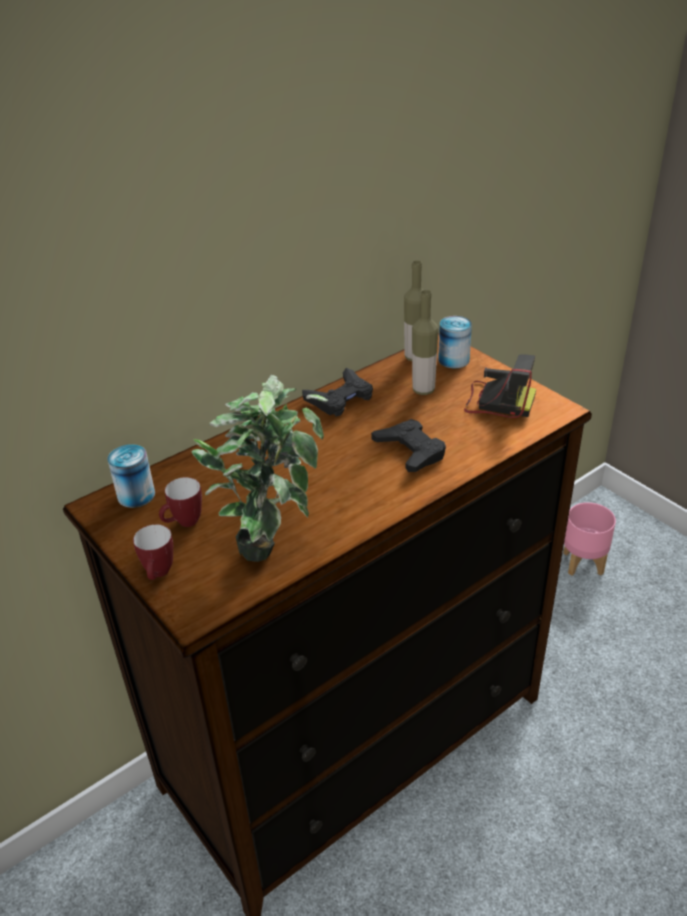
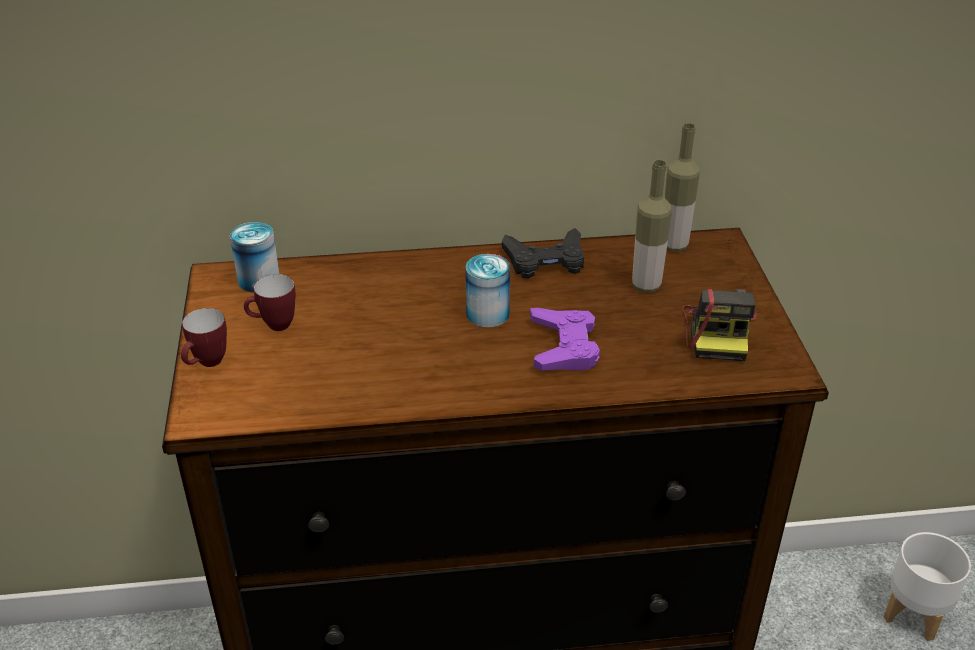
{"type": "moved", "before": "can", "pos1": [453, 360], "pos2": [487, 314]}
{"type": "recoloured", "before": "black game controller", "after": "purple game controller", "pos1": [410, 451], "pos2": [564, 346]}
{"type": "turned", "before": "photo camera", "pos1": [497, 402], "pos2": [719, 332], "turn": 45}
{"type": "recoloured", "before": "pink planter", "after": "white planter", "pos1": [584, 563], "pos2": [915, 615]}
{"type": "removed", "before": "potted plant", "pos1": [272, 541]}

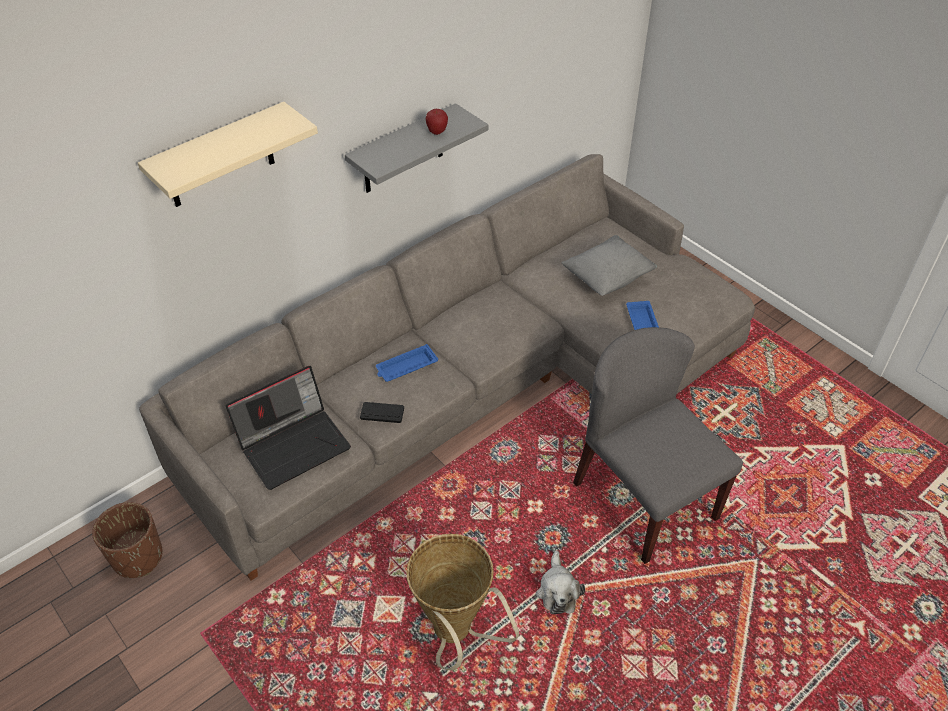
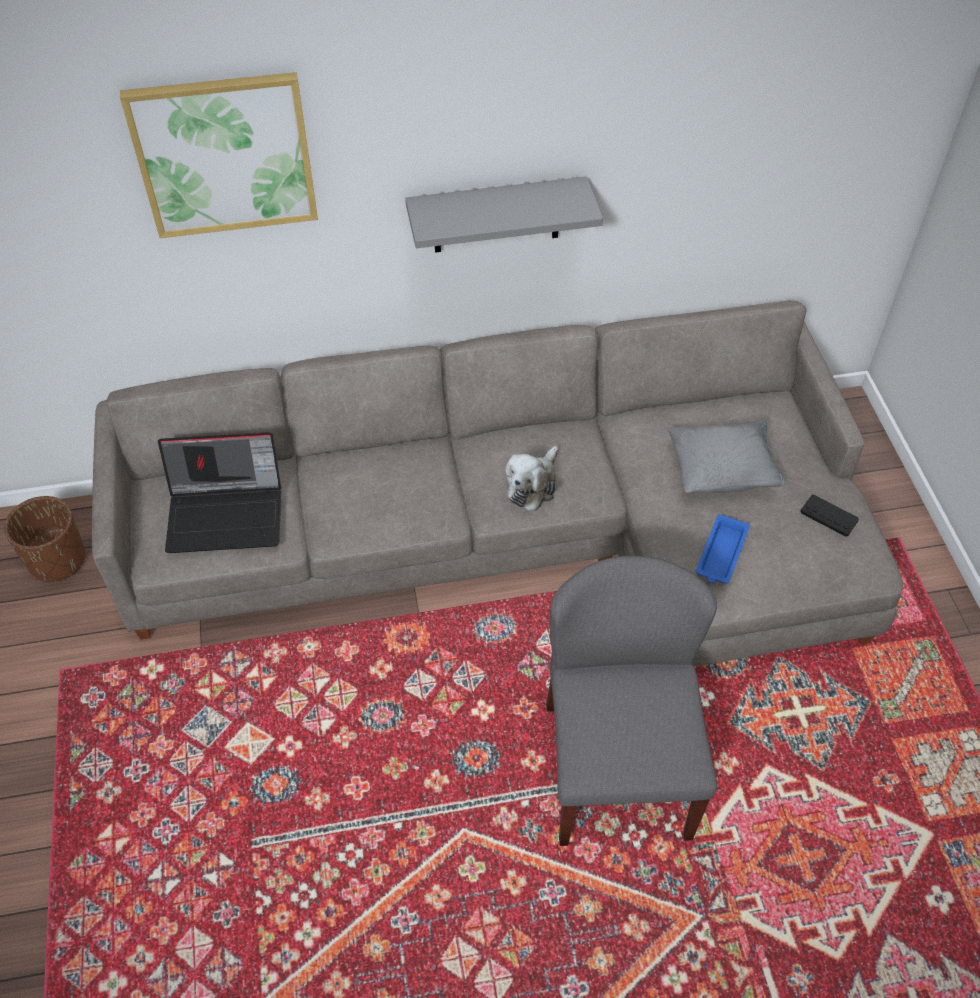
{"type": "replaced", "before": "beige shelf", "after": "picture", "pos1": [219, 157], "pos2": [224, 155]}
{"type": "moved", "before": "plush toy", "pos1": [557, 591], "pos2": [533, 485]}
{"type": "moved", "before": "black game controller", "pos1": [382, 413], "pos2": [829, 516]}
{"type": "removed", "before": "blue tray", "pos1": [406, 367]}
{"type": "removed", "before": "basket", "pos1": [456, 636]}
{"type": "removed", "before": "apple", "pos1": [437, 132]}

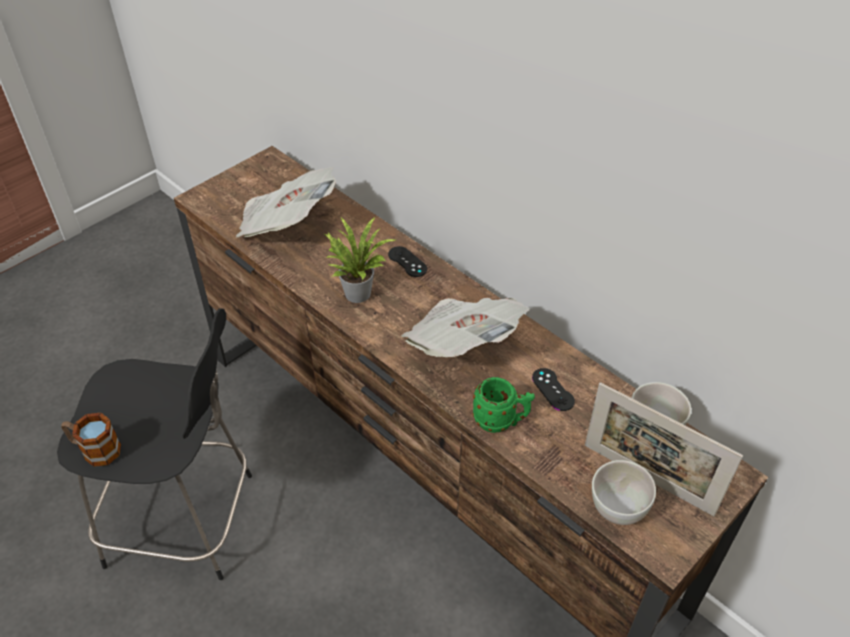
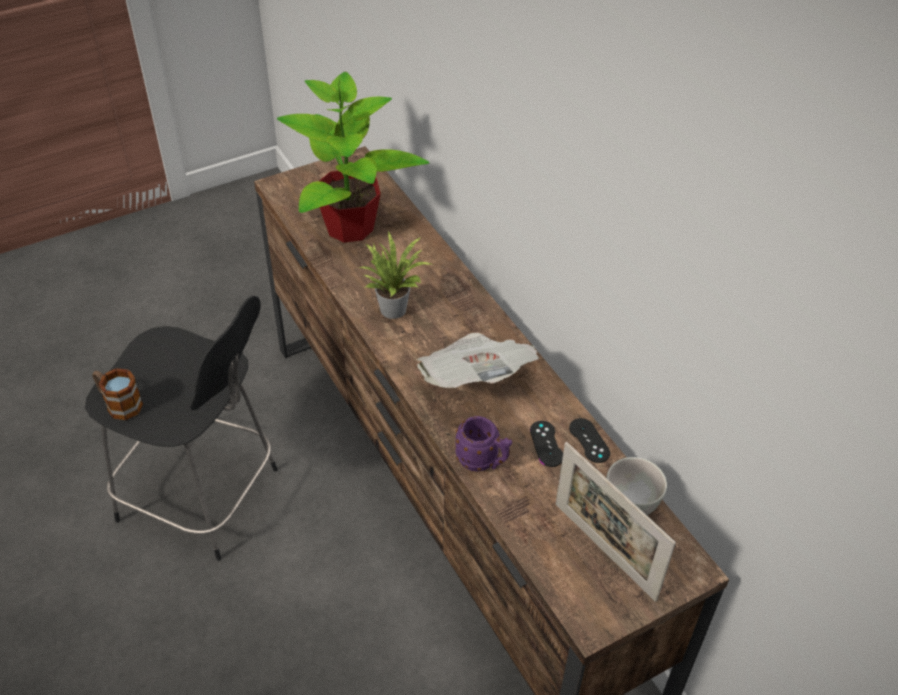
{"type": "replaced", "before": "newspaper", "after": "potted plant", "pos1": [287, 224], "pos2": [350, 228]}
{"type": "recoloured", "before": "green mug", "after": "purple mug", "pos1": [501, 421], "pos2": [483, 462]}
{"type": "moved", "before": "black game controller", "pos1": [407, 262], "pos2": [589, 440]}
{"type": "removed", "before": "white bowl", "pos1": [616, 510]}

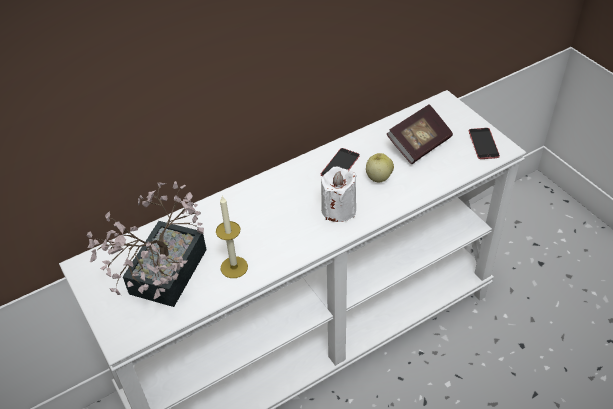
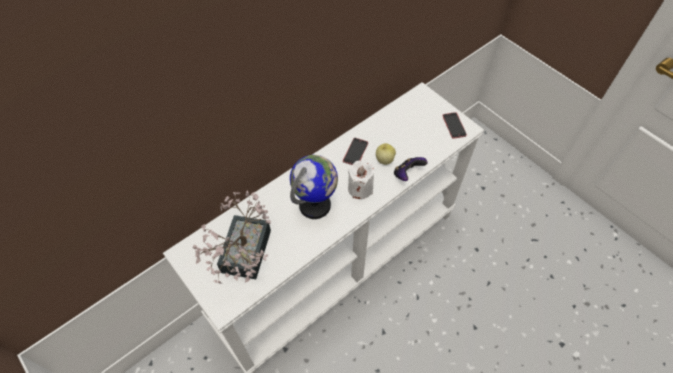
{"type": "added", "after": "globe", "pos2": [315, 205]}
{"type": "added", "after": "game controller", "pos2": [407, 174]}
{"type": "removed", "before": "candle", "pos1": [234, 267]}
{"type": "removed", "before": "book", "pos1": [419, 144]}

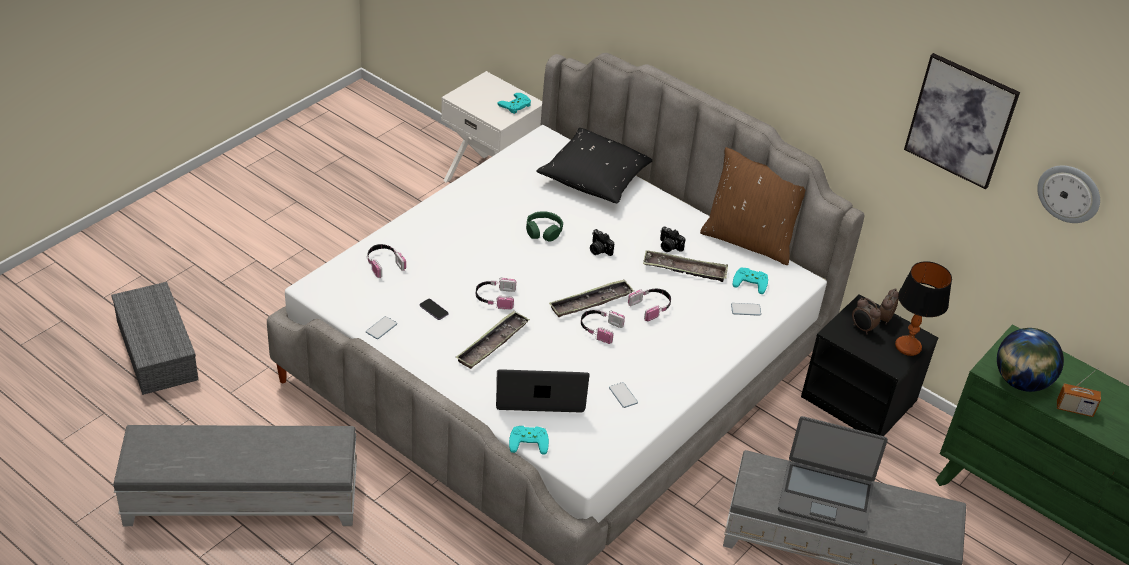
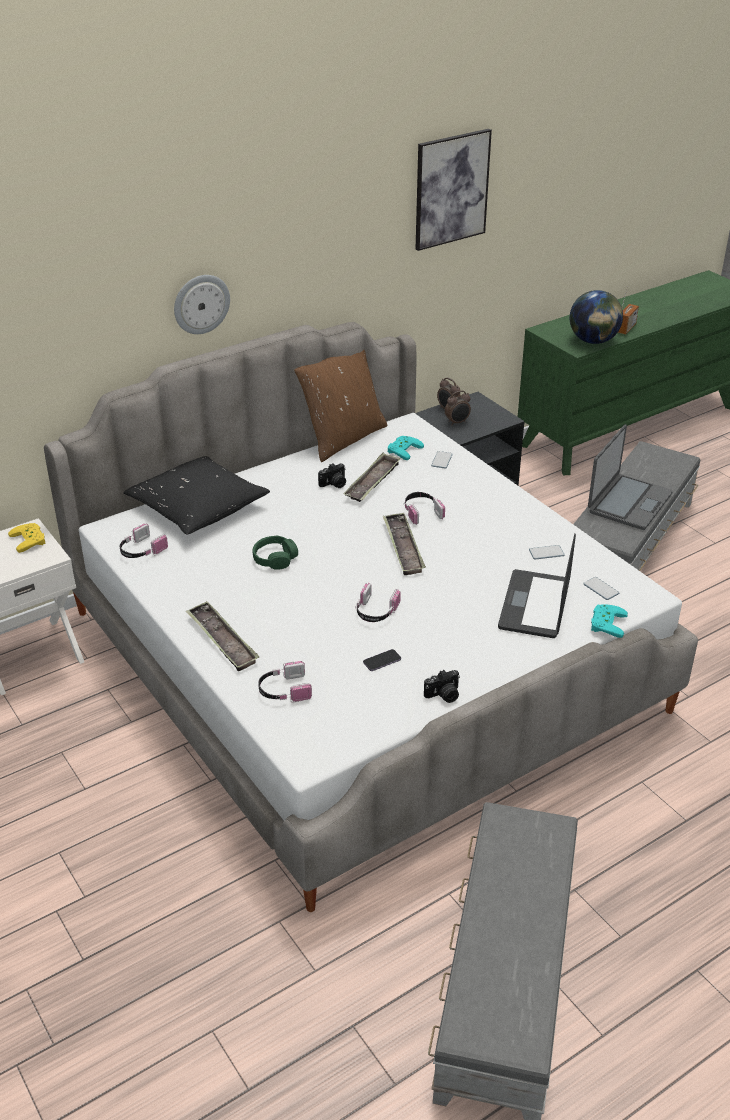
{"type": "recoloured", "before": "turquoise game controller", "after": "yellow game controller", "pos1": [516, 106], "pos2": [30, 539]}
{"type": "moved", "before": "headphones", "pos1": [599, 329], "pos2": [141, 550]}
{"type": "moved", "before": "wall clock", "pos1": [1069, 193], "pos2": [201, 304]}
{"type": "moved", "before": "tray", "pos1": [492, 343], "pos2": [222, 640]}
{"type": "moved", "before": "photo camera", "pos1": [599, 250], "pos2": [443, 695]}
{"type": "moved", "before": "phone", "pos1": [381, 328], "pos2": [601, 589]}
{"type": "removed", "before": "grey storage box", "pos1": [158, 351]}
{"type": "removed", "before": "table lamp", "pos1": [908, 347]}

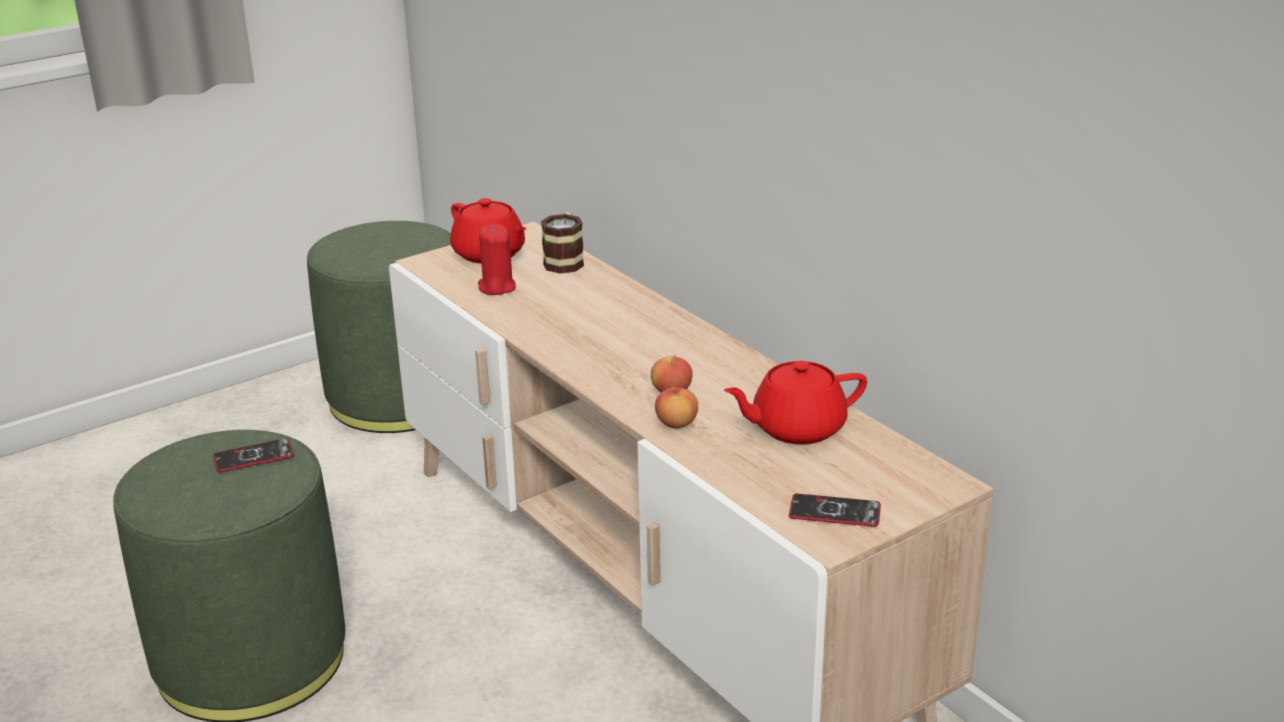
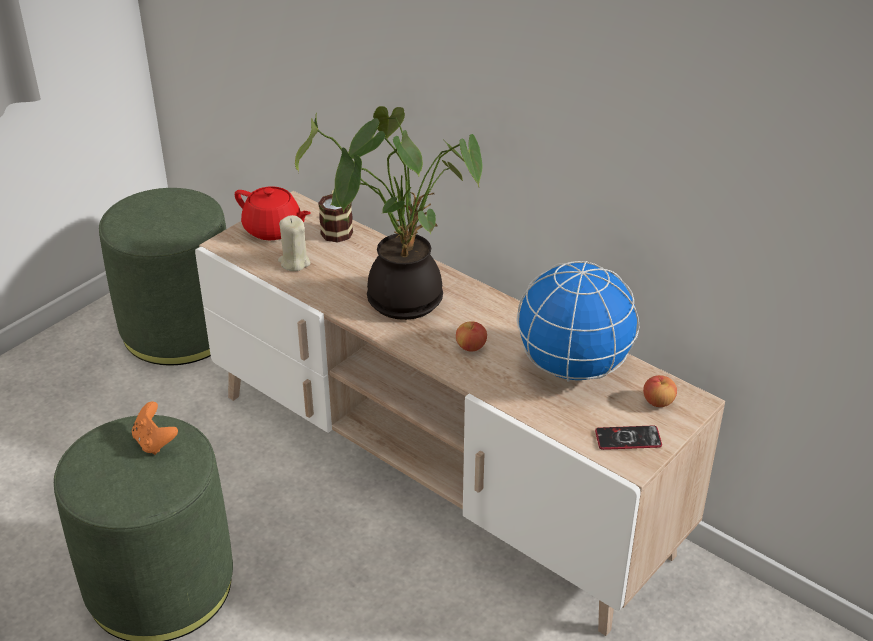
{"type": "replaced", "before": "phone", "after": "orange game controller", "pos1": [254, 457], "pos2": [155, 442]}
{"type": "recoloured", "before": "red candle", "after": "beige candle", "pos1": [496, 287], "pos2": [294, 262]}
{"type": "added", "after": "potted plant", "pos2": [401, 296]}
{"type": "replaced", "before": "red teapot", "after": "globe", "pos1": [796, 428], "pos2": [573, 368]}
{"type": "moved", "before": "apple", "pos1": [676, 423], "pos2": [658, 402]}

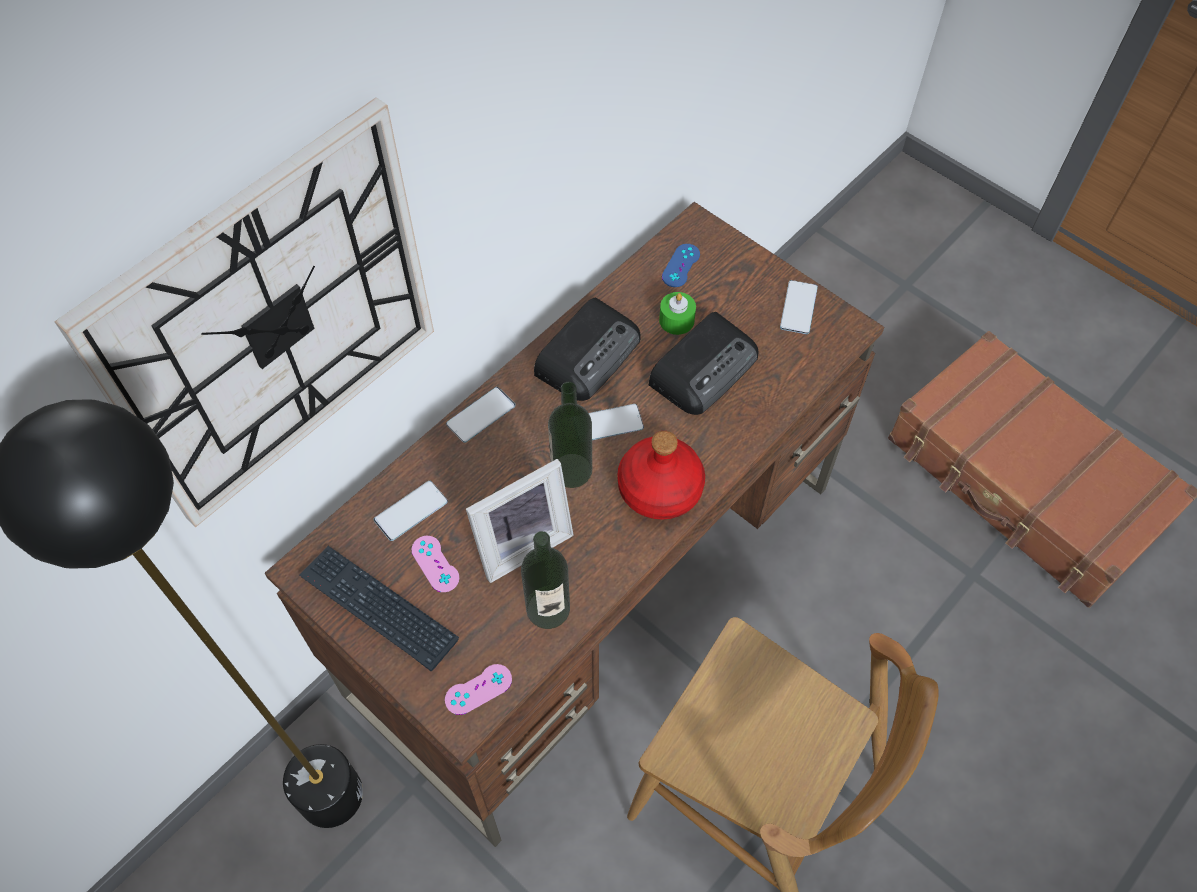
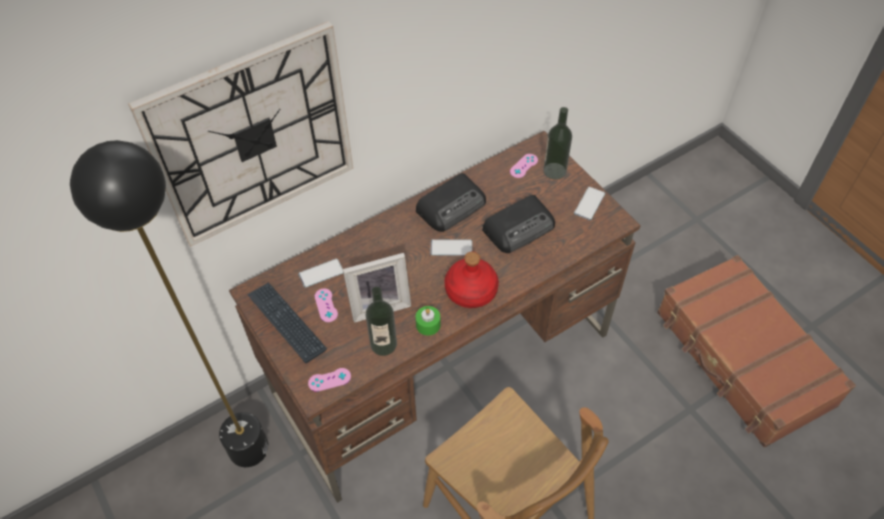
{"type": "moved", "before": "green candle", "pos1": [676, 320], "pos2": [428, 325]}
{"type": "recoloured", "before": "blue game controller", "after": "pink game controller", "pos1": [681, 265], "pos2": [524, 166]}
{"type": "moved", "before": "bottle", "pos1": [571, 470], "pos2": [554, 171]}
{"type": "removed", "before": "phone", "pos1": [481, 415]}

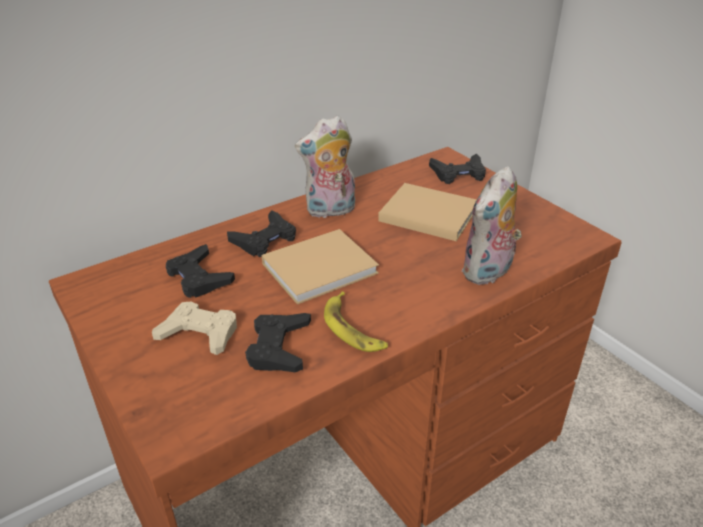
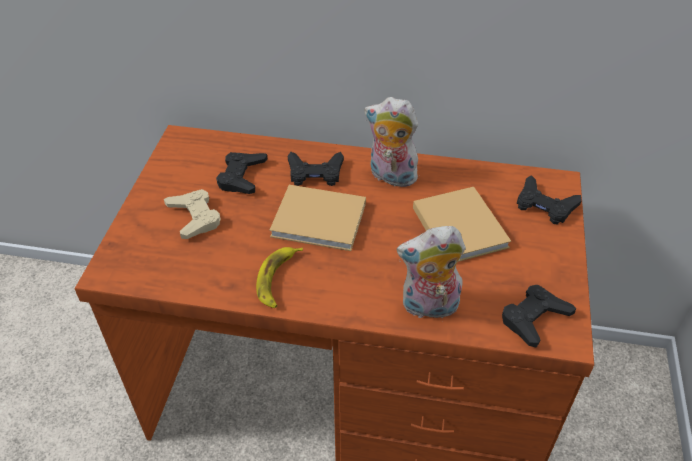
{"type": "moved", "before": "black game controller", "pos1": [279, 347], "pos2": [534, 318]}

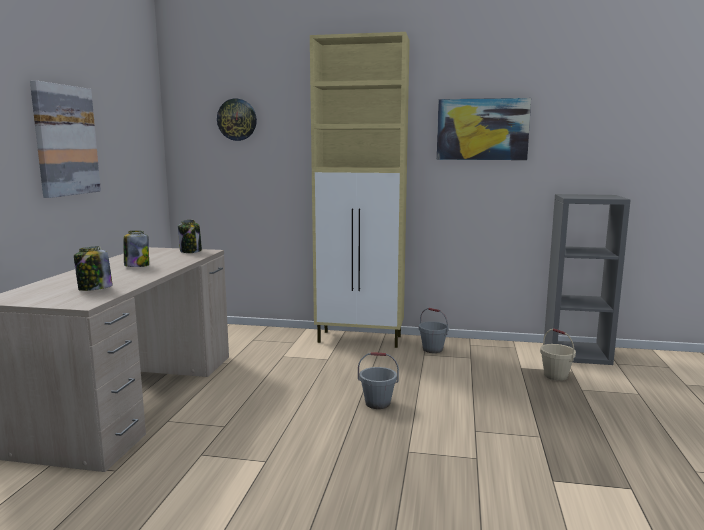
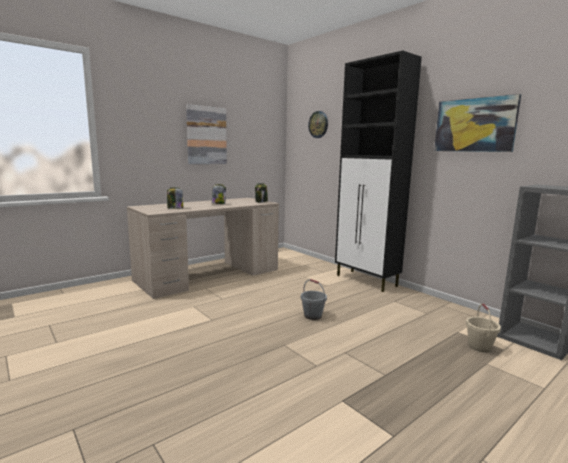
{"type": "recoloured", "before": "beige cabinet", "after": "black cabinet", "pos1": [361, 339], "pos2": [367, 281]}
{"type": "removed", "before": "grey bucket", "pos1": [433, 349]}

